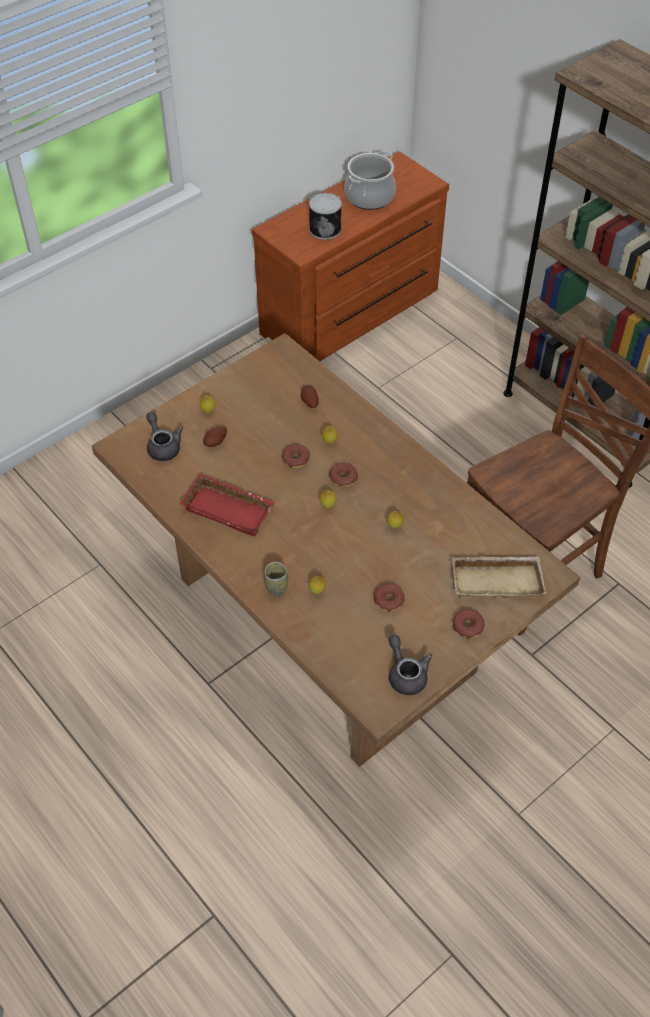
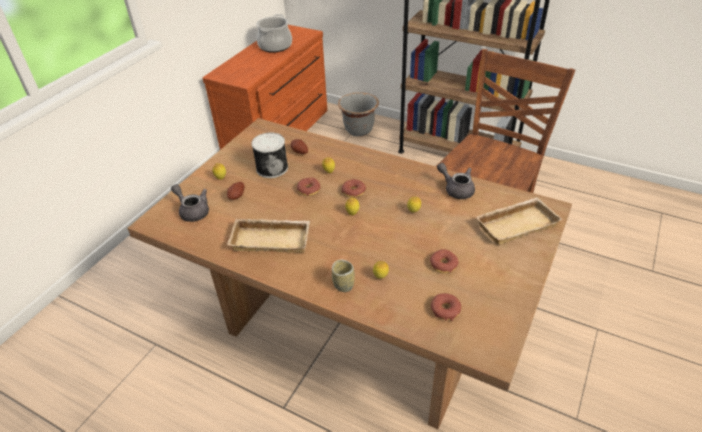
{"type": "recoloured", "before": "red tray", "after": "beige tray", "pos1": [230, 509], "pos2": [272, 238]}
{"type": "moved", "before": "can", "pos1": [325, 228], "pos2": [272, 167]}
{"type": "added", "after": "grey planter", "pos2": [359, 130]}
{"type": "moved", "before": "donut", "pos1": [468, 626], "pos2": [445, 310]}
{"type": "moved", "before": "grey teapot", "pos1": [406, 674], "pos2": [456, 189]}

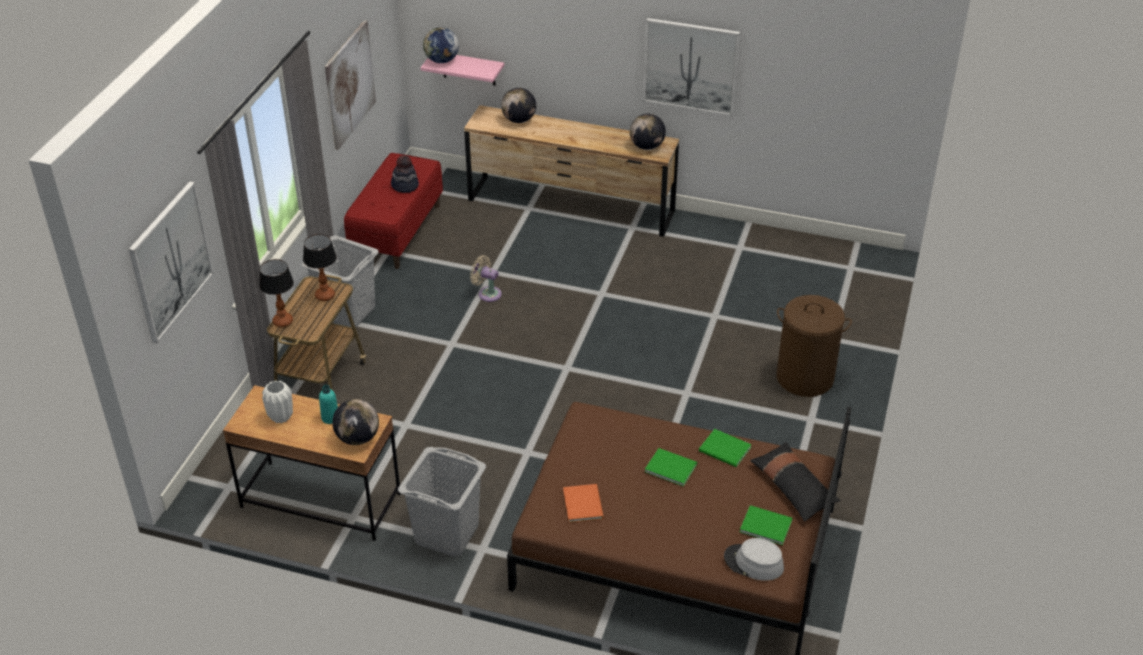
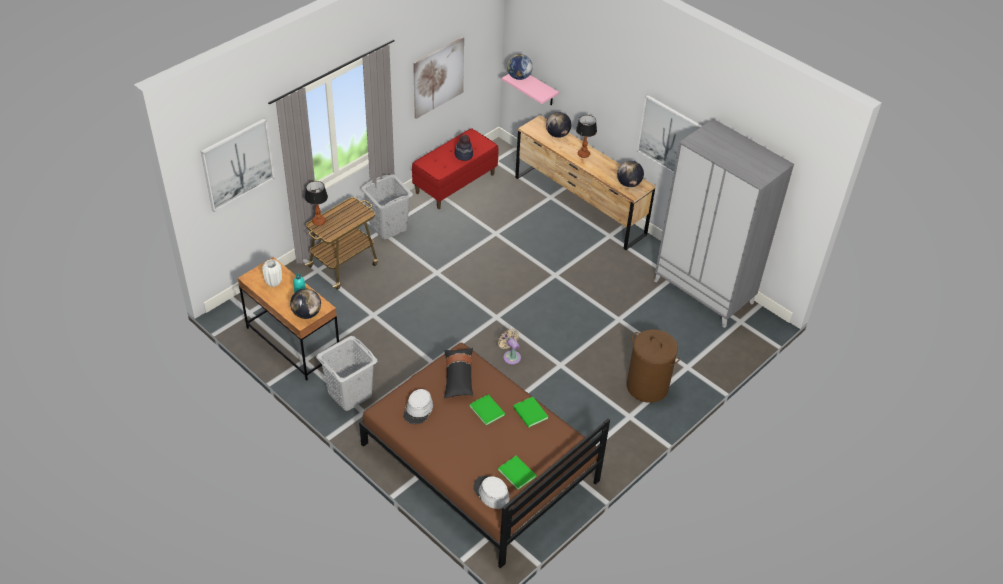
{"type": "replaced", "before": "orange book", "after": "grey hat", "pos1": [584, 503], "pos2": [418, 410]}
{"type": "moved", "before": "black pillow", "pos1": [793, 488], "pos2": [458, 377]}
{"type": "moved", "before": "beige fan", "pos1": [487, 293], "pos2": [510, 356]}
{"type": "moved", "before": "table lamp", "pos1": [324, 295], "pos2": [583, 154]}
{"type": "added", "after": "grey wardrobe", "pos2": [704, 292]}

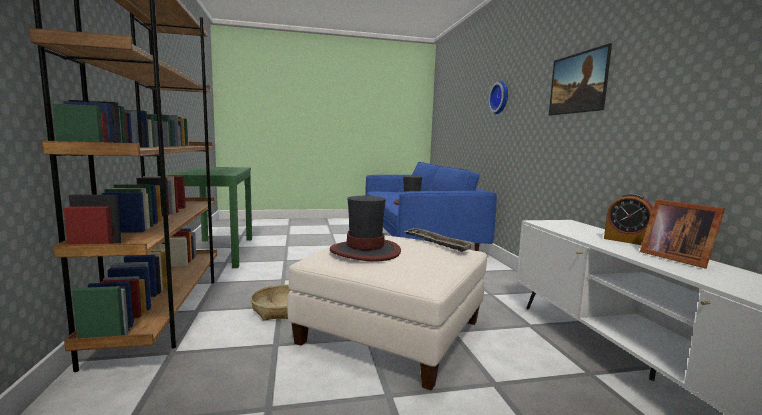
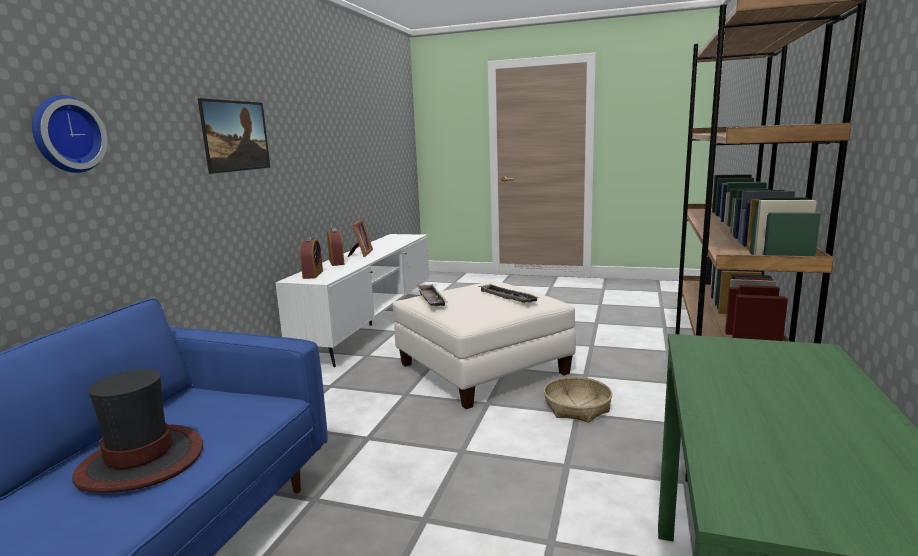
{"type": "added", "after": "alarm clock", "pos2": [313, 274]}
{"type": "replaced", "before": "hat", "after": "tray", "pos1": [365, 251], "pos2": [507, 297]}

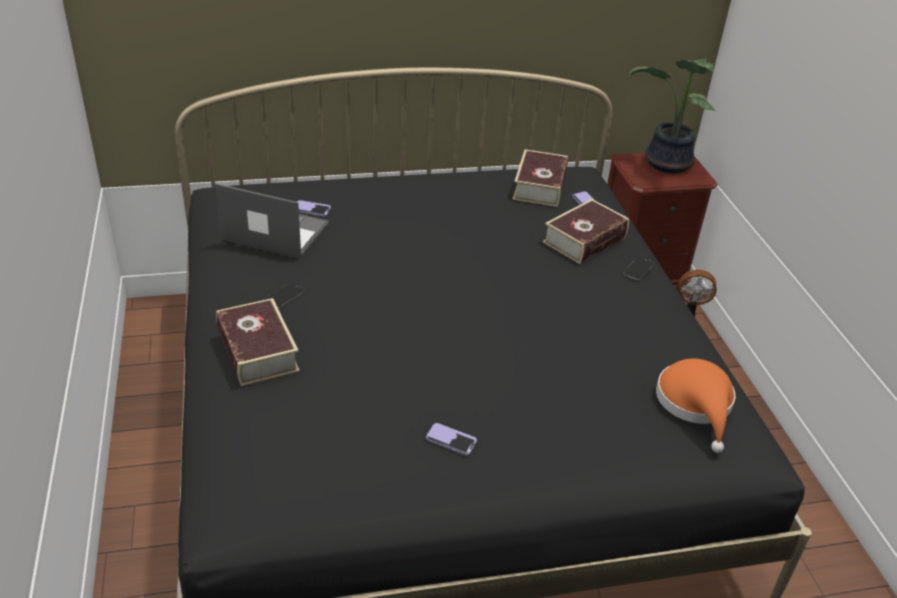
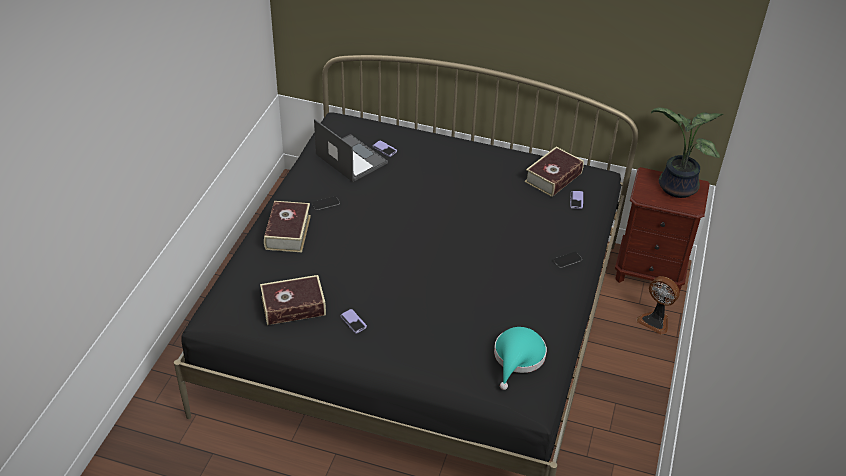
{"type": "moved", "before": "book", "pos1": [584, 240], "pos2": [293, 306]}
{"type": "recoloured", "before": "orange hat", "after": "turquoise hat", "pos1": [696, 404], "pos2": [518, 358]}

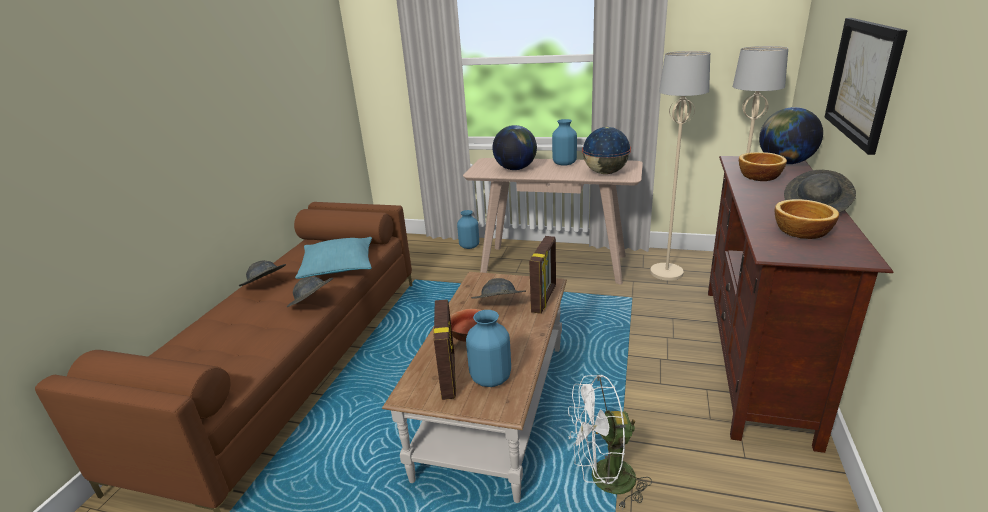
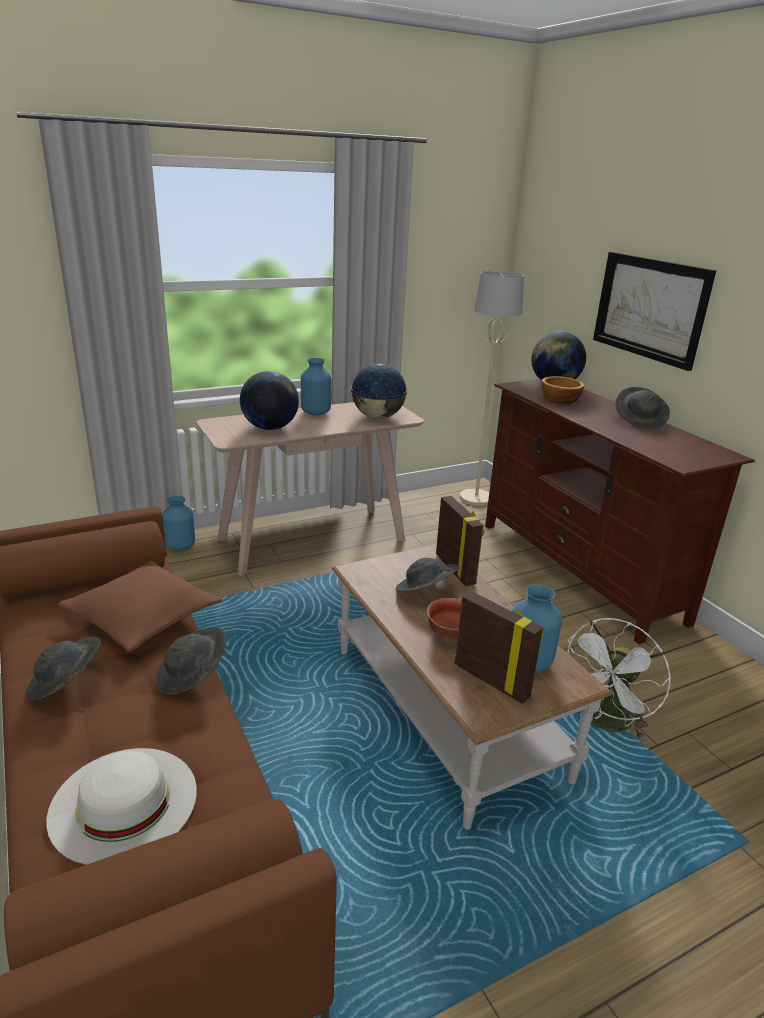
{"type": "added", "after": "white hat", "pos2": [123, 802]}
{"type": "recoloured", "before": "turquoise pillow", "after": "brown pillow", "pos1": [338, 266], "pos2": [143, 617]}
{"type": "removed", "before": "beige floor lamp", "pos1": [666, 273]}
{"type": "removed", "before": "bowl", "pos1": [800, 231]}

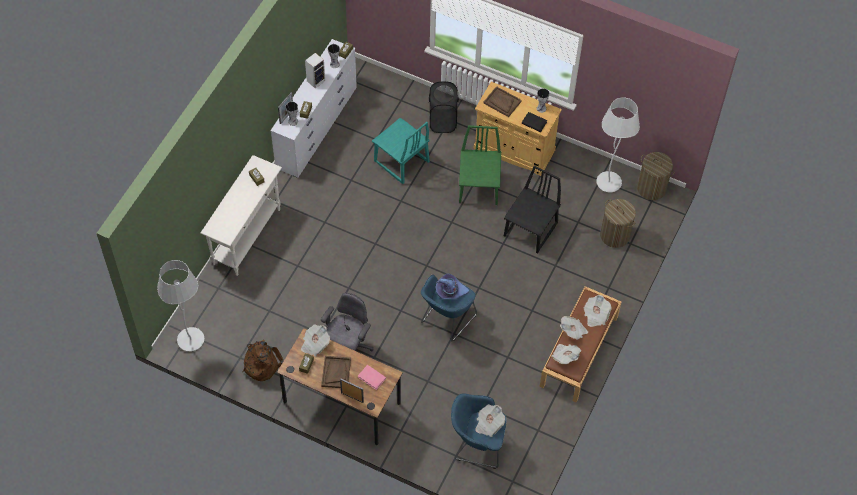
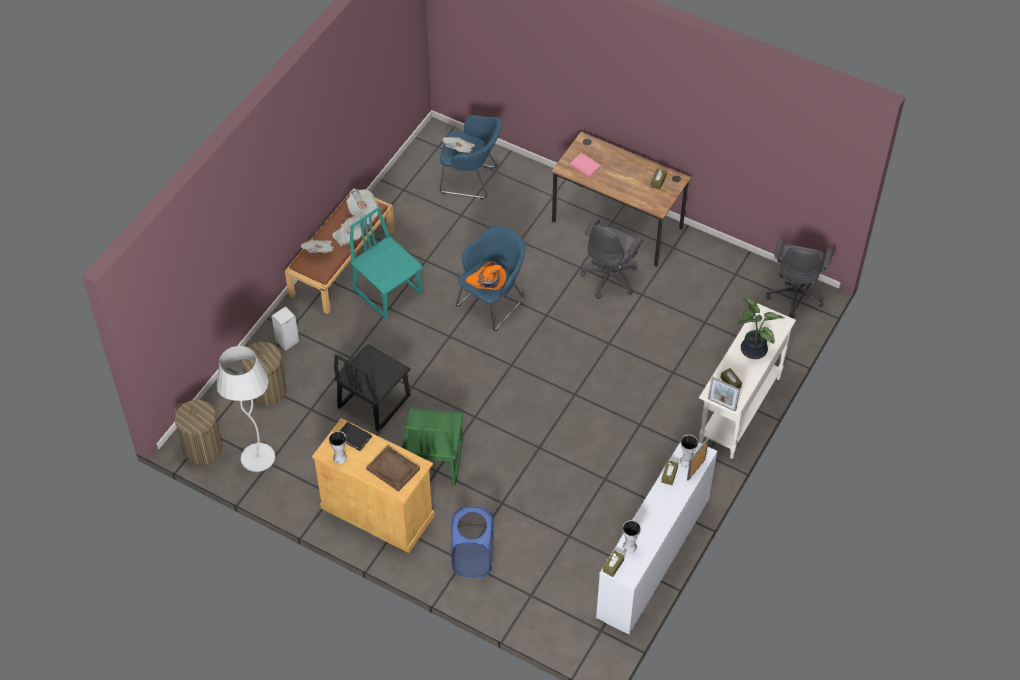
{"type": "moved", "before": "speaker", "pos1": [316, 80], "pos2": [287, 342]}
{"type": "moved", "before": "turquoise chair", "pos1": [401, 162], "pos2": [388, 291]}
{"type": "recoloured", "before": "black laundry basket", "after": "blue laundry basket", "pos1": [442, 121], "pos2": [473, 559]}
{"type": "recoloured", "before": "purple hat", "after": "orange hat", "pos1": [450, 290], "pos2": [487, 282]}
{"type": "moved", "before": "picture frame", "pos1": [352, 397], "pos2": [722, 404]}
{"type": "added", "after": "potted plant", "pos2": [751, 350]}
{"type": "replaced", "before": "white floor lamp", "after": "grey office chair", "pos1": [190, 340], "pos2": [795, 295]}
{"type": "removed", "before": "brown backpack", "pos1": [261, 363]}
{"type": "removed", "before": "newspaper", "pos1": [315, 344]}
{"type": "removed", "before": "brown tray", "pos1": [336, 372]}

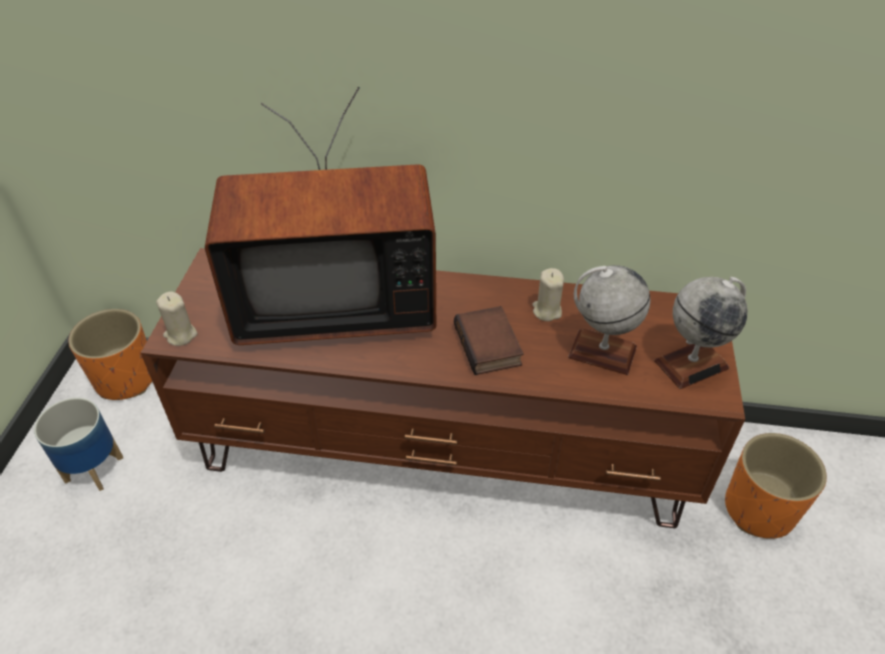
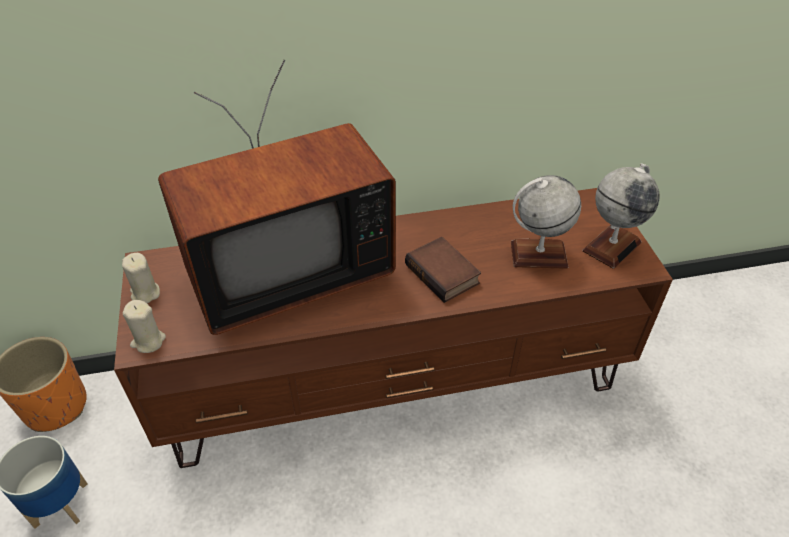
{"type": "moved", "before": "beige candle", "pos1": [546, 311], "pos2": [145, 293]}
{"type": "removed", "before": "orange planter", "pos1": [759, 510]}

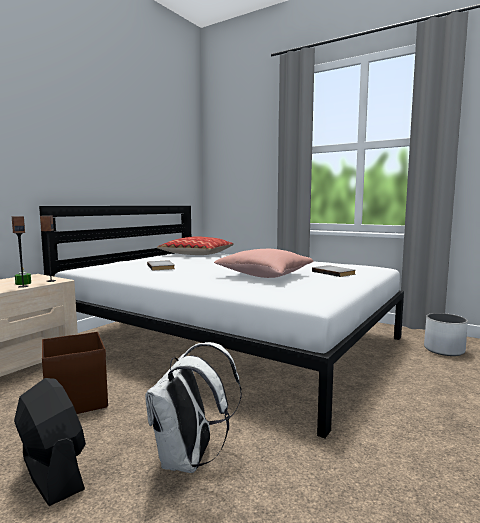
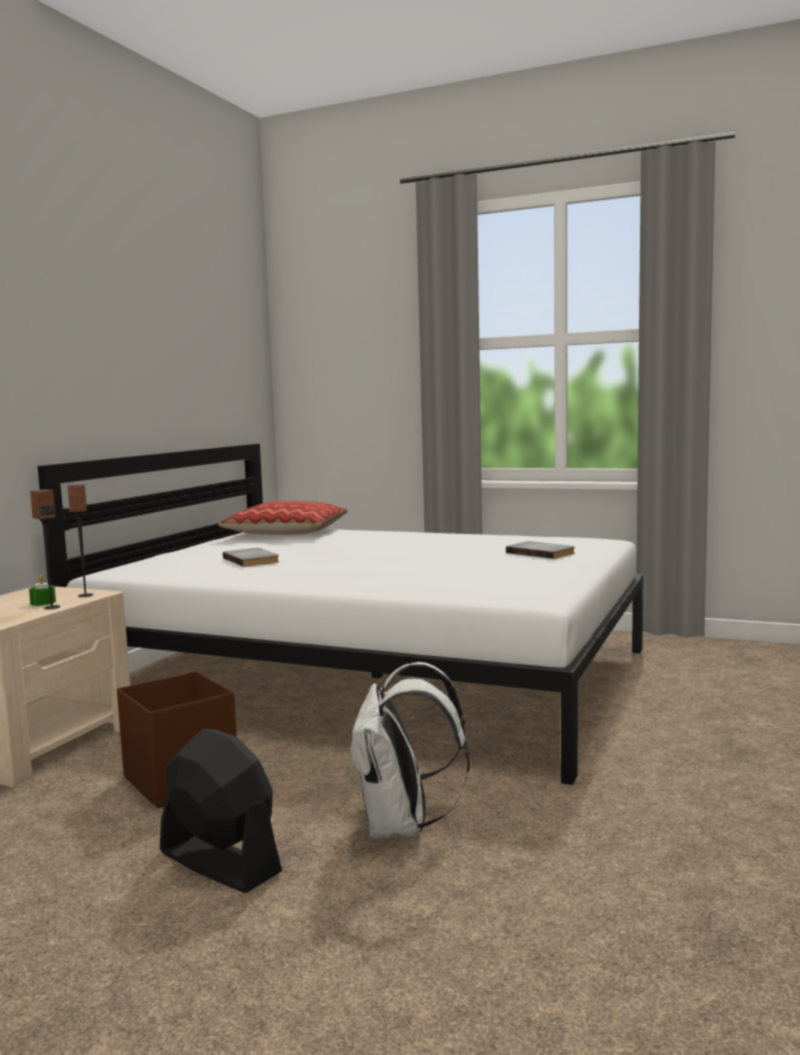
{"type": "removed", "before": "pink pillow", "pos1": [264, 276]}
{"type": "removed", "before": "white planter", "pos1": [444, 350]}

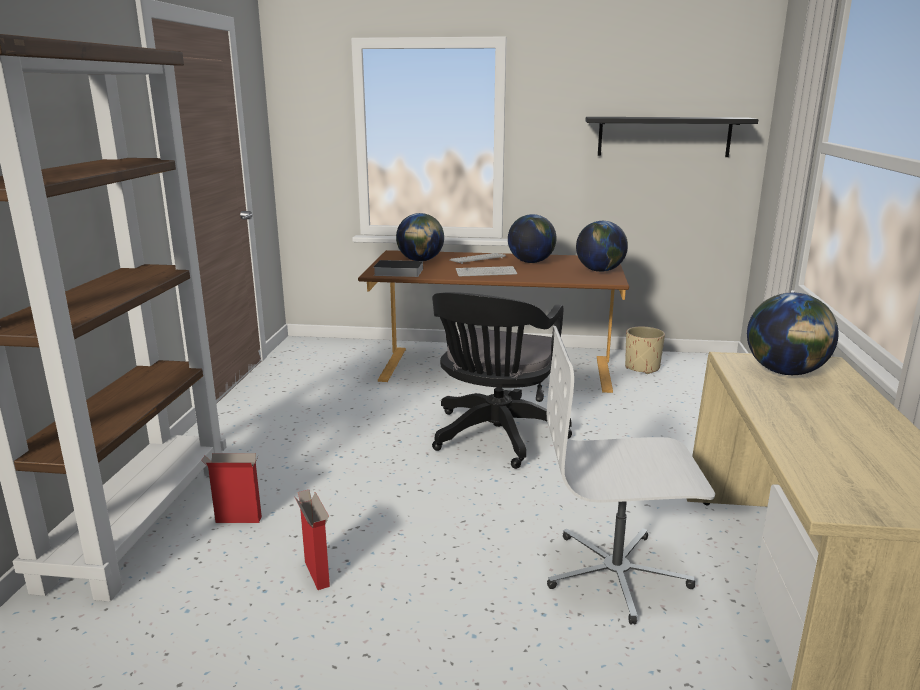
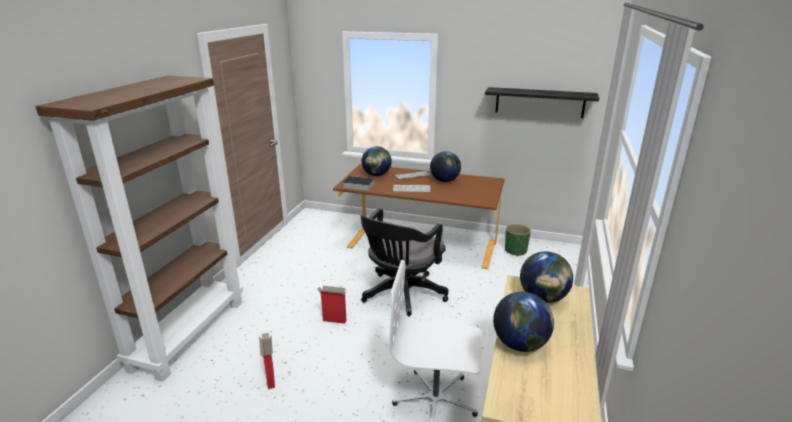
{"type": "moved", "before": "cardboard box", "pos1": [237, 520], "pos2": [334, 320]}
{"type": "moved", "before": "globe", "pos1": [600, 270], "pos2": [520, 344]}
{"type": "recoloured", "before": "beige planter", "after": "green planter", "pos1": [642, 368], "pos2": [516, 251]}

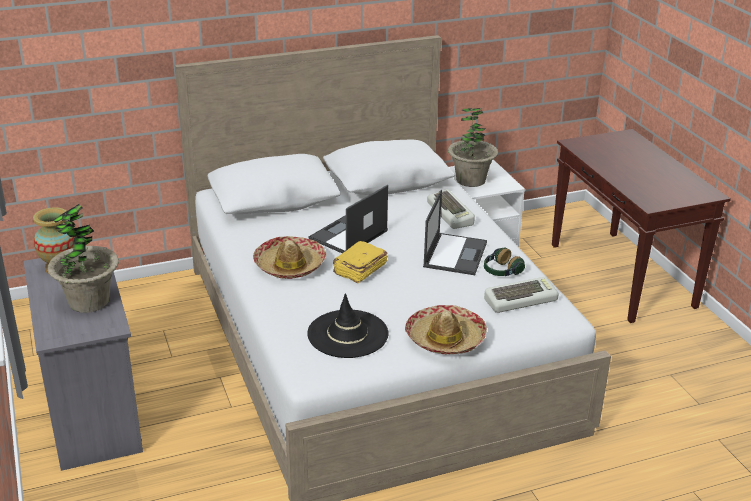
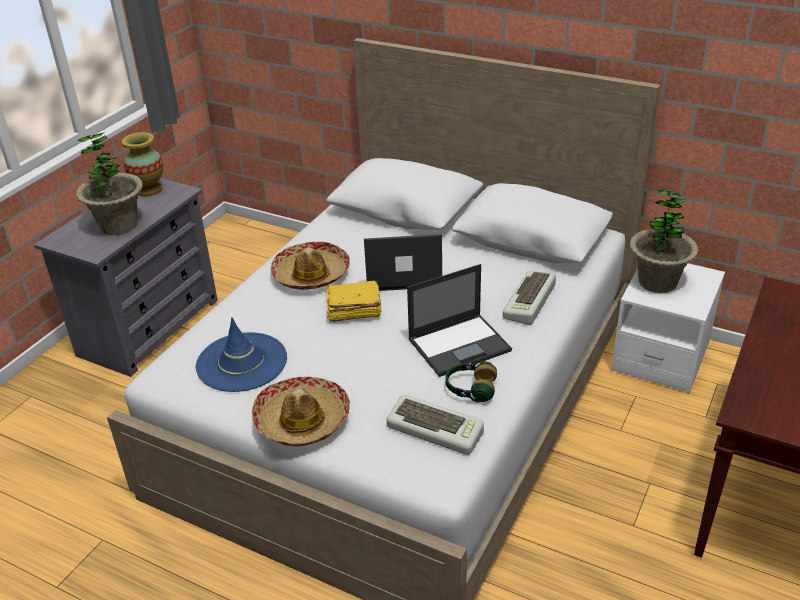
{"type": "recoloured", "before": "black hat", "after": "blue hat", "pos1": [348, 334], "pos2": [241, 362]}

